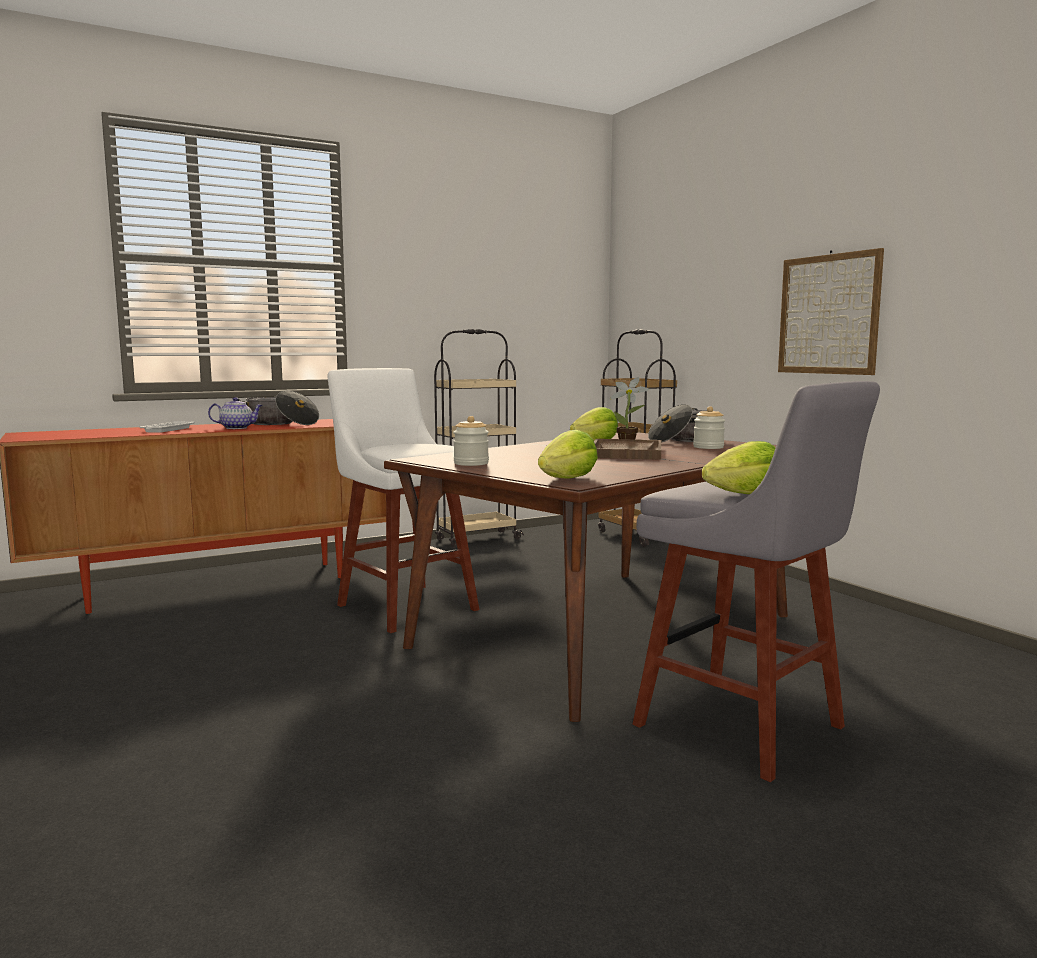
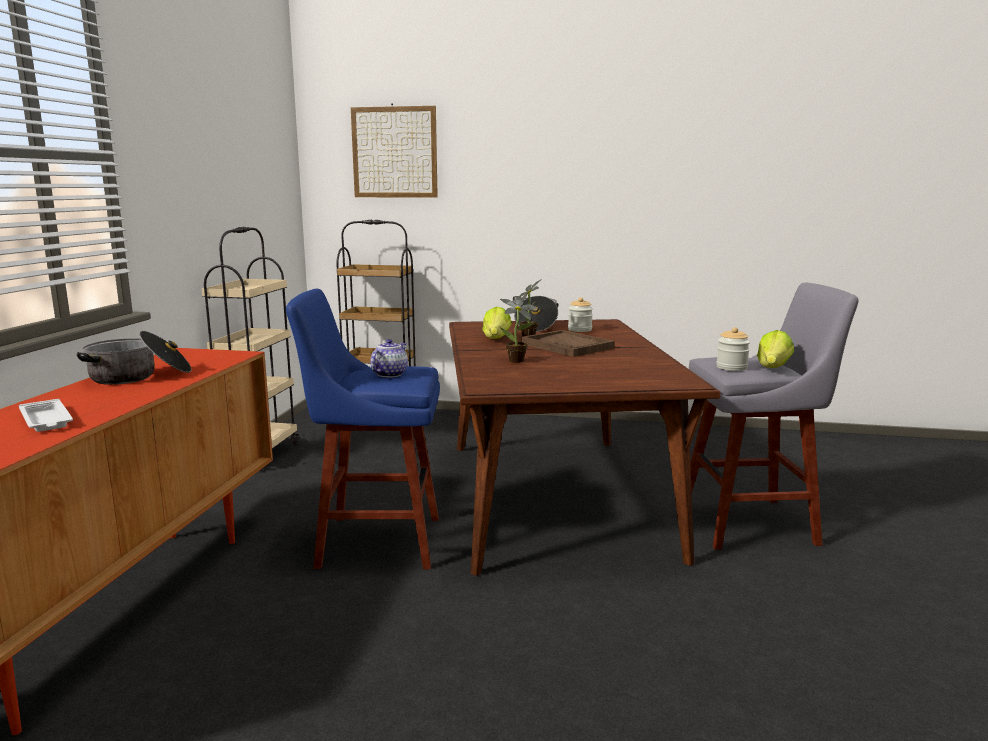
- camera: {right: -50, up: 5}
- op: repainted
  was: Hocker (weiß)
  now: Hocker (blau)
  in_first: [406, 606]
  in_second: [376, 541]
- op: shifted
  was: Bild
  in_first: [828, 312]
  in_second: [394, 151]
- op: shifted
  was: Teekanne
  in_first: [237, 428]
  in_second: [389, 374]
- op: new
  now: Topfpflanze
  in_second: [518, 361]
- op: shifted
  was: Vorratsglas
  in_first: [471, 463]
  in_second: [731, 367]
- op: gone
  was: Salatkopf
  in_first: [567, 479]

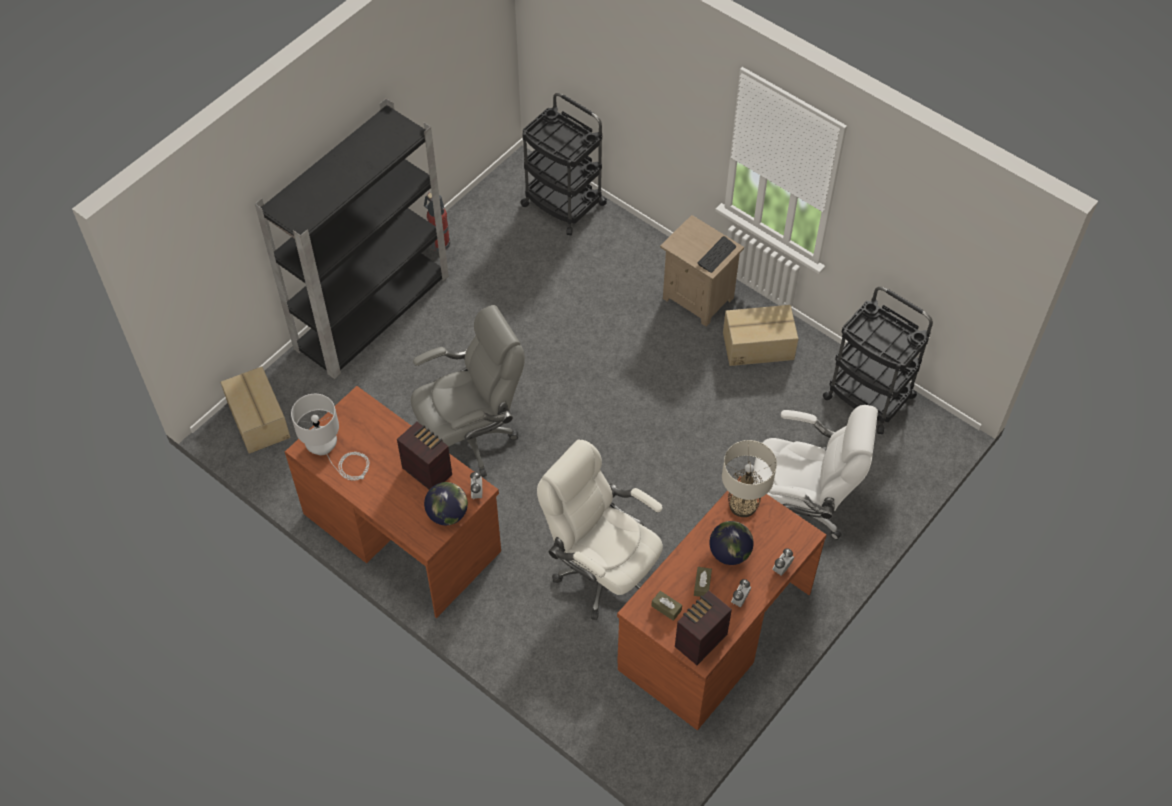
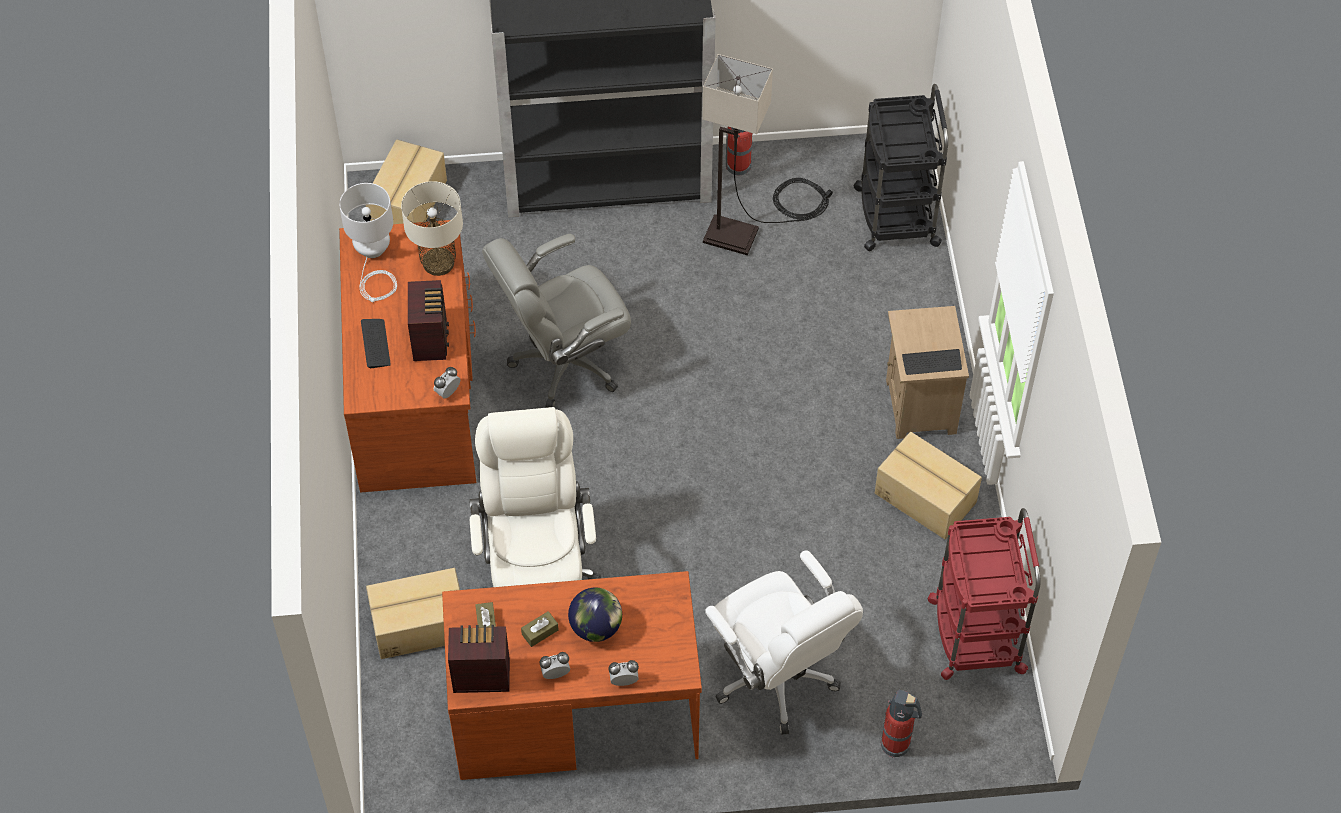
- camera: {right: 45, up: 0}
- op: new
  now: Tastatur
  in_second: [375, 344]
- op: new
  now: Karton
  in_second: [419, 624]
- op: shifted
  was: Tischlampe
  in_first: [743, 505]
  in_second: [438, 263]
- op: rotated
  was: Bürostuhl (grau)
  in_first: [471, 438]
  in_second: [564, 364]
  clockwise: 135
- op: new
  now: Stehlampe
  in_second: [769, 217]
- op: new
  now: Feuerlöscher
  in_second: [897, 744]
- op: repainted
  was: Rollwagen (schwarz)
  now: Rollwagen (rot)
  in_first: [868, 397]
  in_second: [975, 635]
- op: gone
  was: Globus
  in_first: [447, 514]

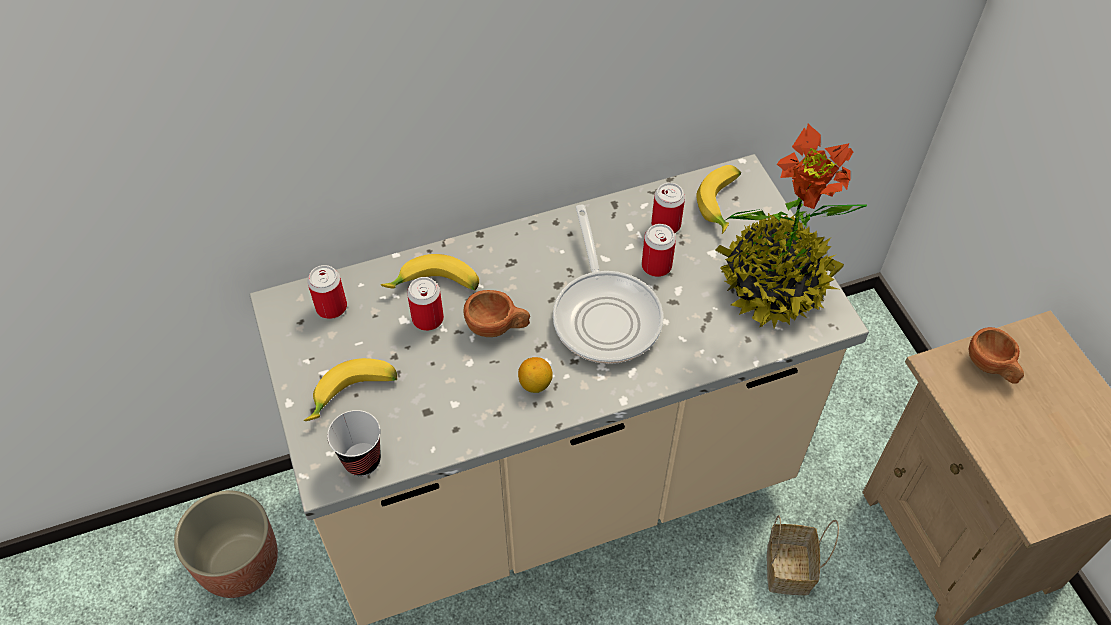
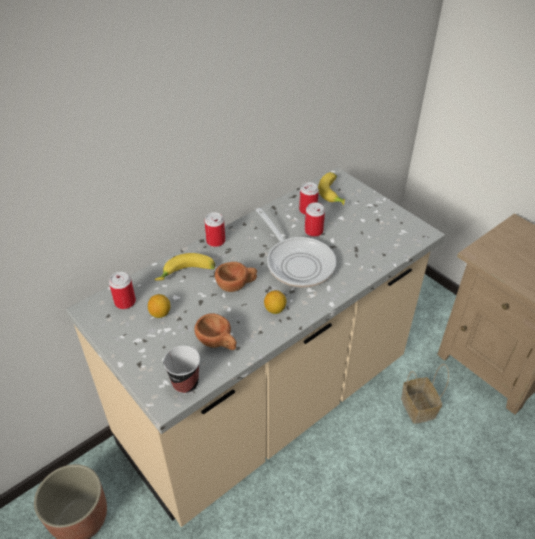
- camera: {right: -20, up: -10}
- op: new
  now: Zitrone
  in_second: [160, 313]
- op: shifted
  was: Tasse (braun)
  in_first: [991, 367]
  in_second: [217, 343]
- op: shifted
  was: Dose
  in_first: [428, 319]
  in_second: [215, 241]
- op: gone
  was: Banane
  in_first: [353, 396]
- op: gone
  was: Topfpflanze
  in_first: [773, 285]

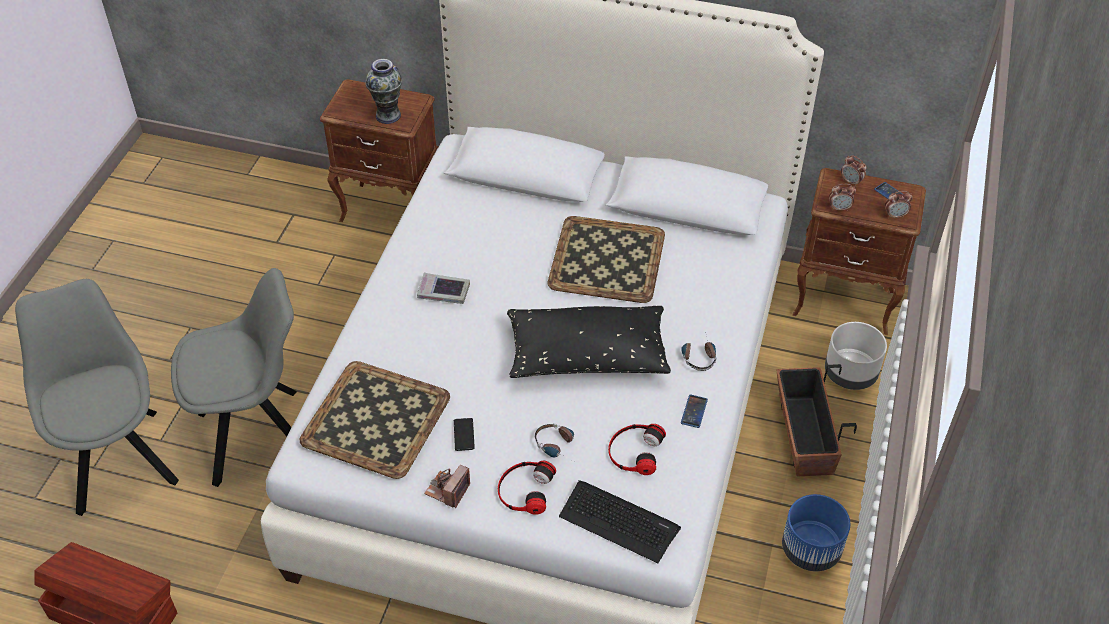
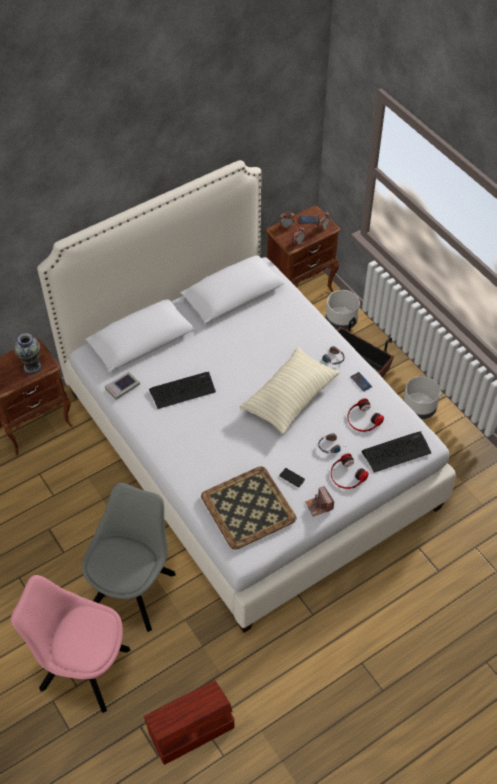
- camera: {right: -50, up: 5}
- op: repainted
  was: Stuhl (grau)
  now: Stuhl (rosa)
  in_first: [119, 460]
  in_second: [84, 669]
- op: shifted
  was: Buch
  in_first: [443, 292]
  in_second: [122, 387]
- op: new
  now: Tastatur
  in_second: [182, 390]
- op: repainted
  was: Kissen (schwarz)
  now: Kissen (beige)
  in_first: [587, 356]
  in_second: [289, 398]
- op: repainted
  was: Pflanzkübel (blau)
  now: Pflanzkübel (grau)
  in_first: [811, 550]
  in_second: [419, 408]
- op: gone
  was: Tablett
  in_first: [605, 260]

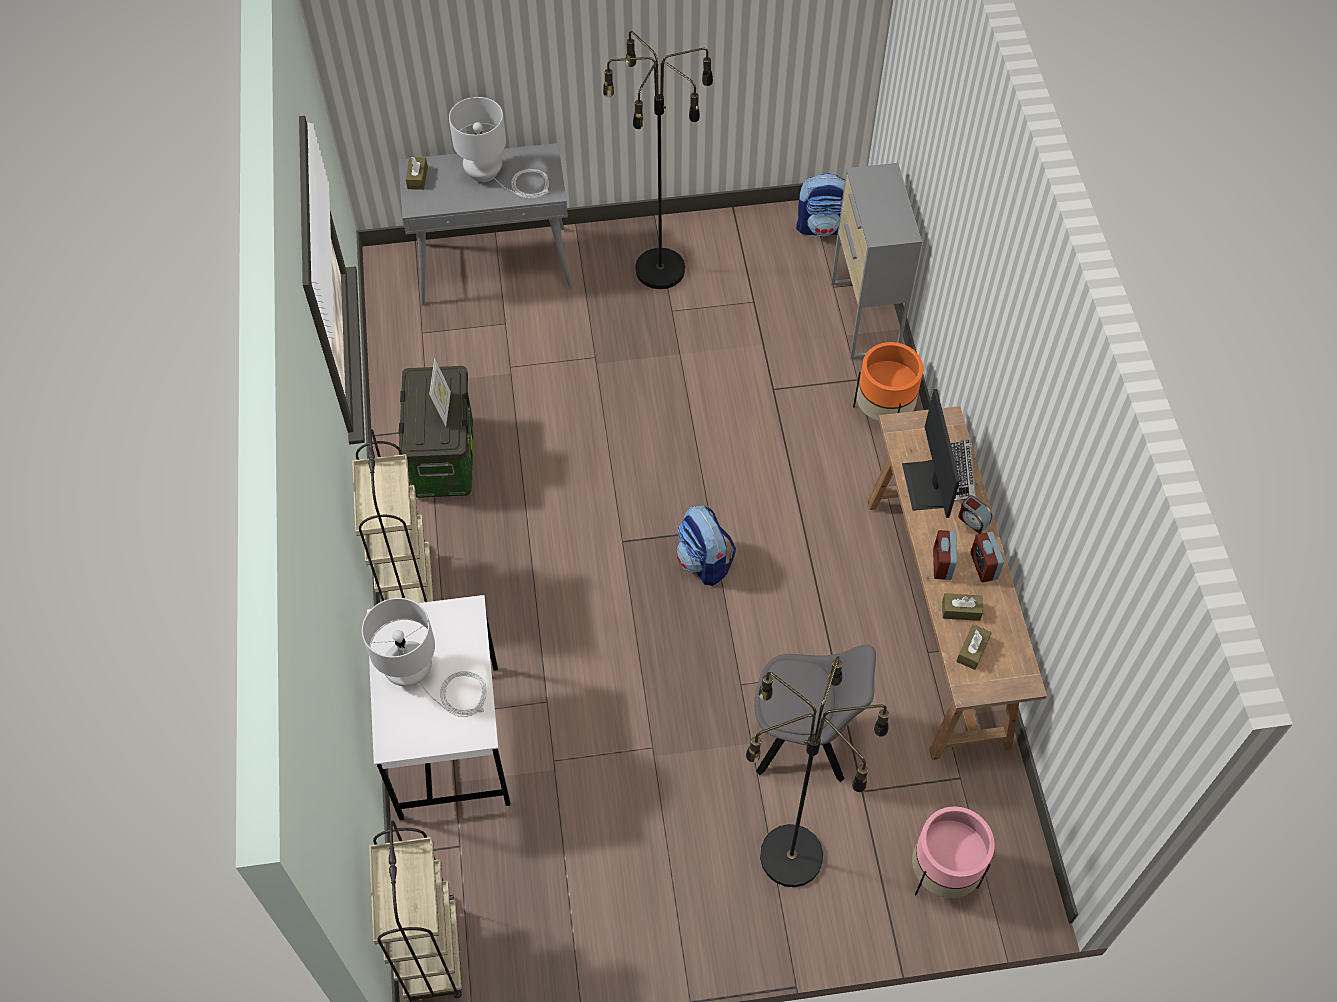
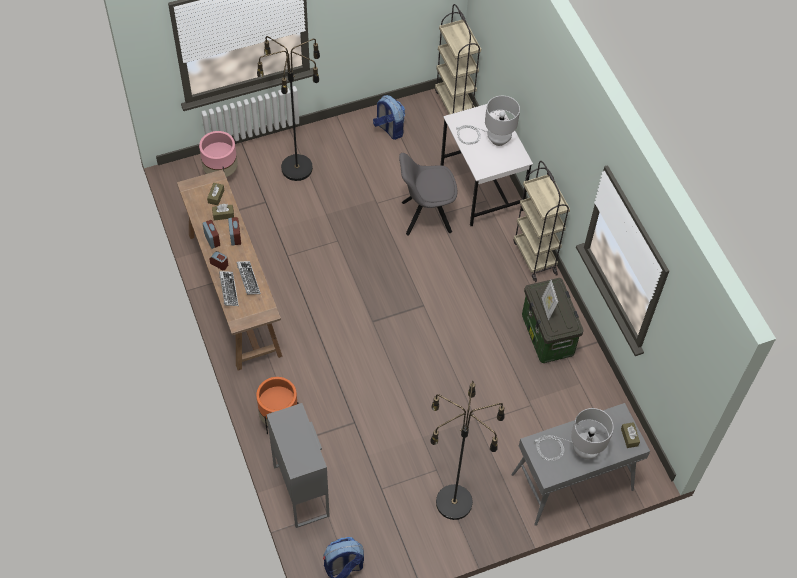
- camera: {right: 165, up: 0}
- op: swapped
  was: Monitor
  now: Tastatur
  in_first: [926, 485]
  in_second: [248, 279]
- op: shifted
  was: Rucksack
  in_first: [704, 562]
  in_second: [389, 129]
- op: shifted
  was: Stuhl (grau)
  in_first: [804, 740]
  in_second: [426, 216]

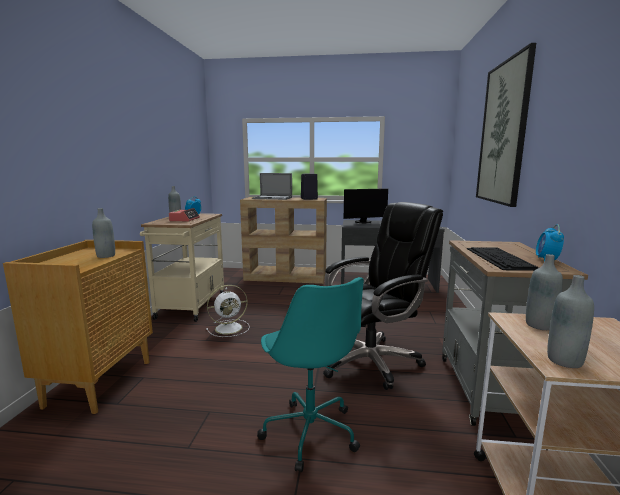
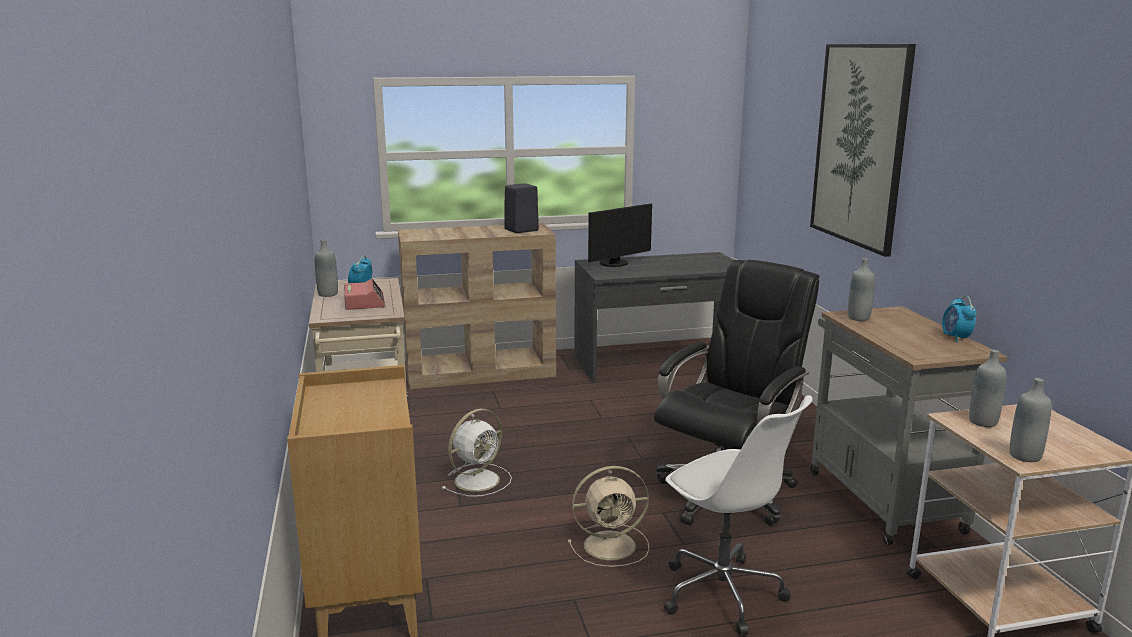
- camera: {right: -20, up: 5}
- op: new
  now: Ventilator (beige)
  in_second: [612, 545]
- op: repainted
  was: Bürostuhl (türkis)
  now: Bürostuhl (weiß)
  in_first: [311, 435]
  in_second: [725, 595]
- op: shifted
  was: Flasche (grau)
  in_first: [106, 256]
  in_second: [858, 318]
- op: gone
  was: Laptop
  in_first: [272, 198]
- op: gone
  was: Tastatur
  in_first: [501, 258]

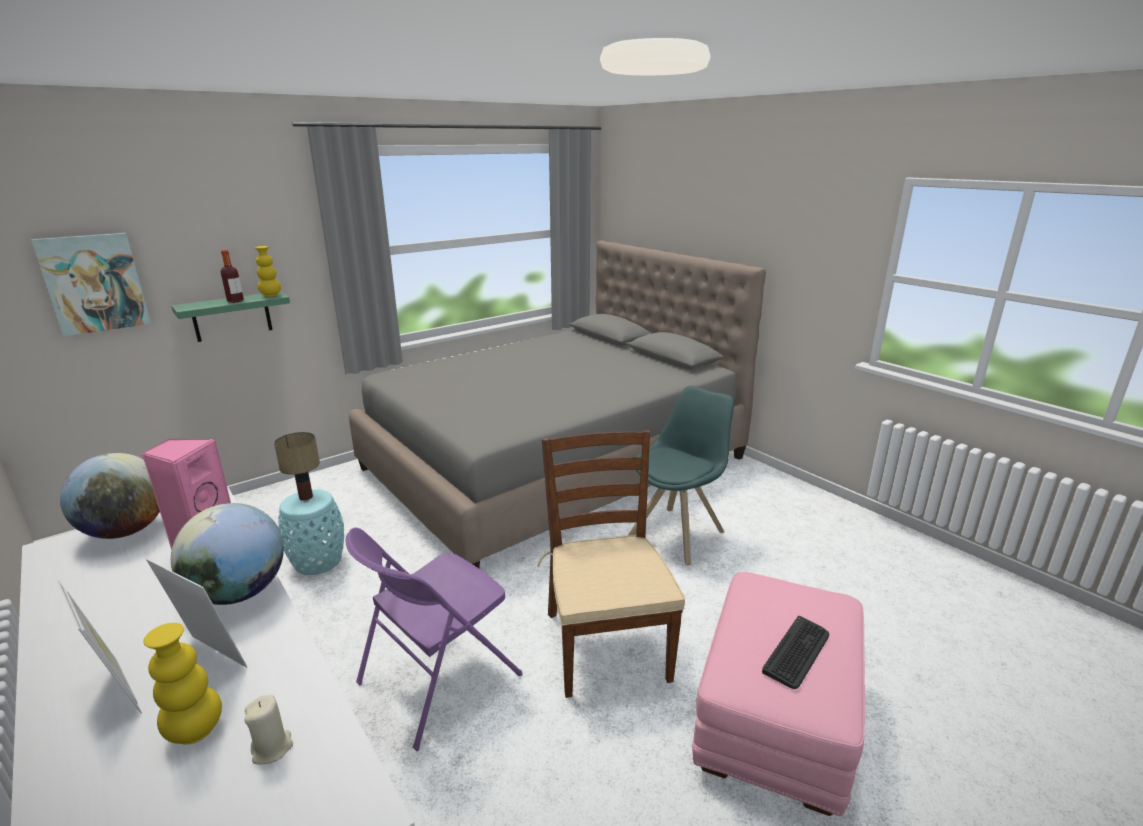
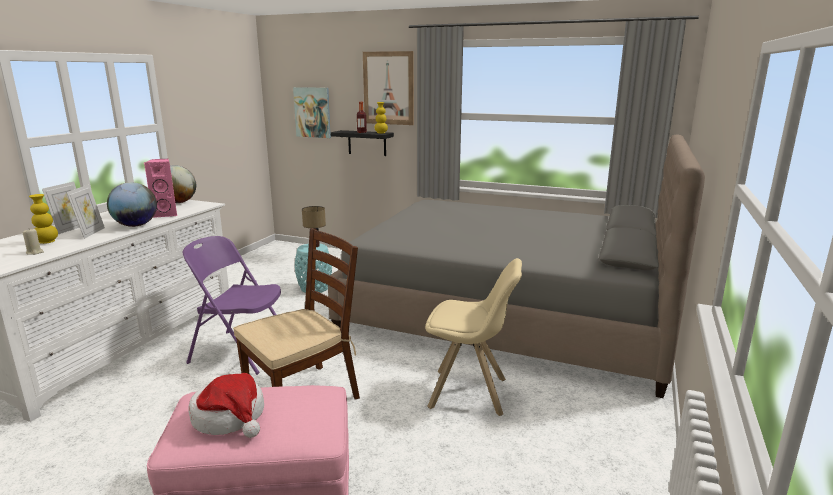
- camera: {right: 60, up: -5}
- op: swapped
  was: Tastatur
  now: Hut
  in_first: [797, 652]
  in_second: [230, 417]
- op: repainted
  was: Wandregal (grün)
  now: Wandregal (schwarz)
  in_first: [232, 316]
  in_second: [367, 143]
- op: new
  now: Bild
  in_second: [388, 88]
- op: repainted
  was: Stuhl (türkis)
  now: Stuhl (beige)
  in_first: [677, 534]
  in_second: [469, 393]

